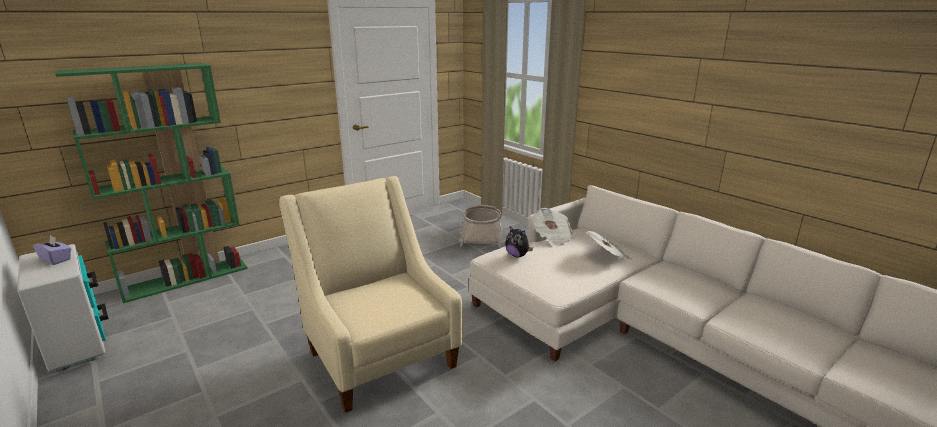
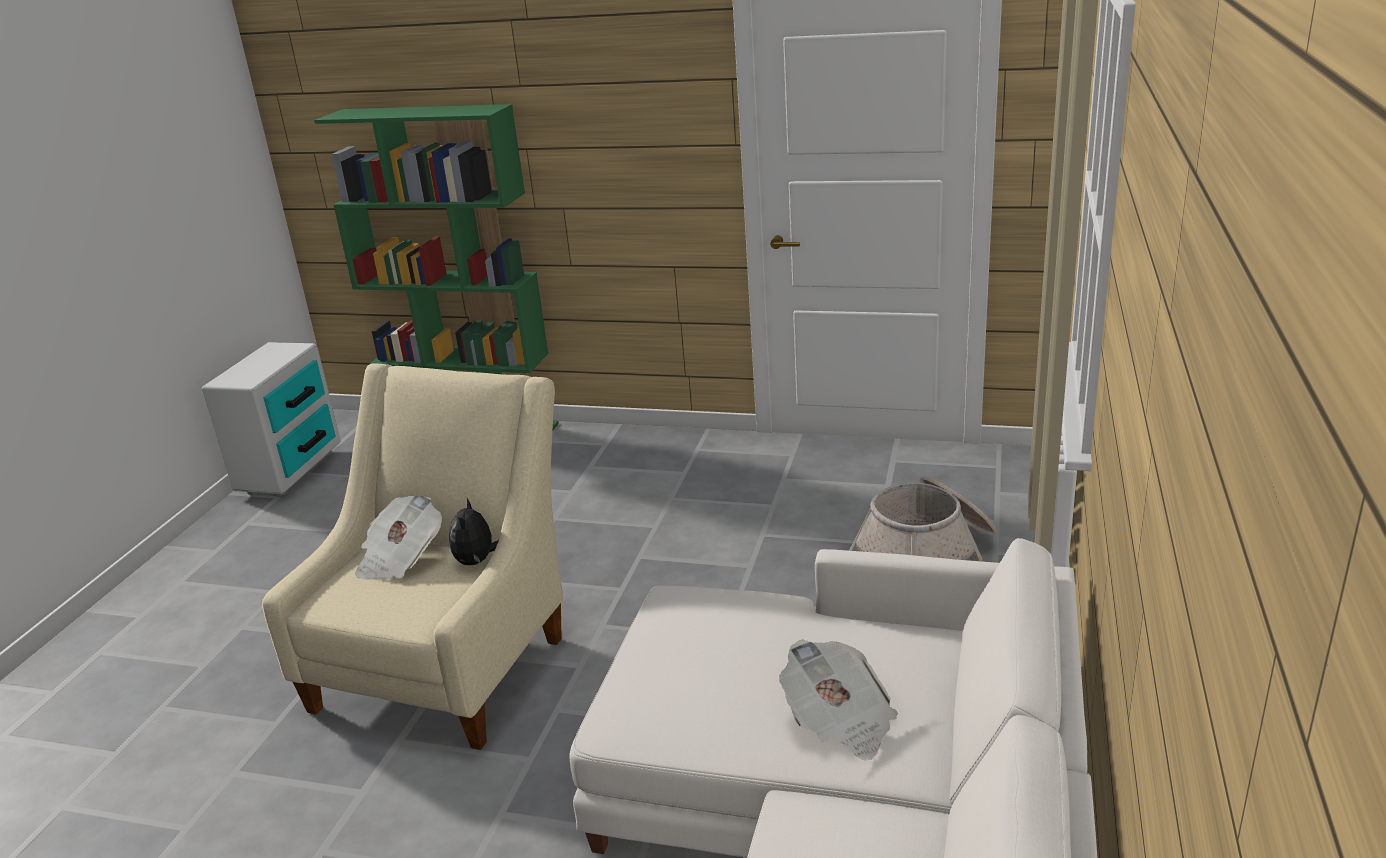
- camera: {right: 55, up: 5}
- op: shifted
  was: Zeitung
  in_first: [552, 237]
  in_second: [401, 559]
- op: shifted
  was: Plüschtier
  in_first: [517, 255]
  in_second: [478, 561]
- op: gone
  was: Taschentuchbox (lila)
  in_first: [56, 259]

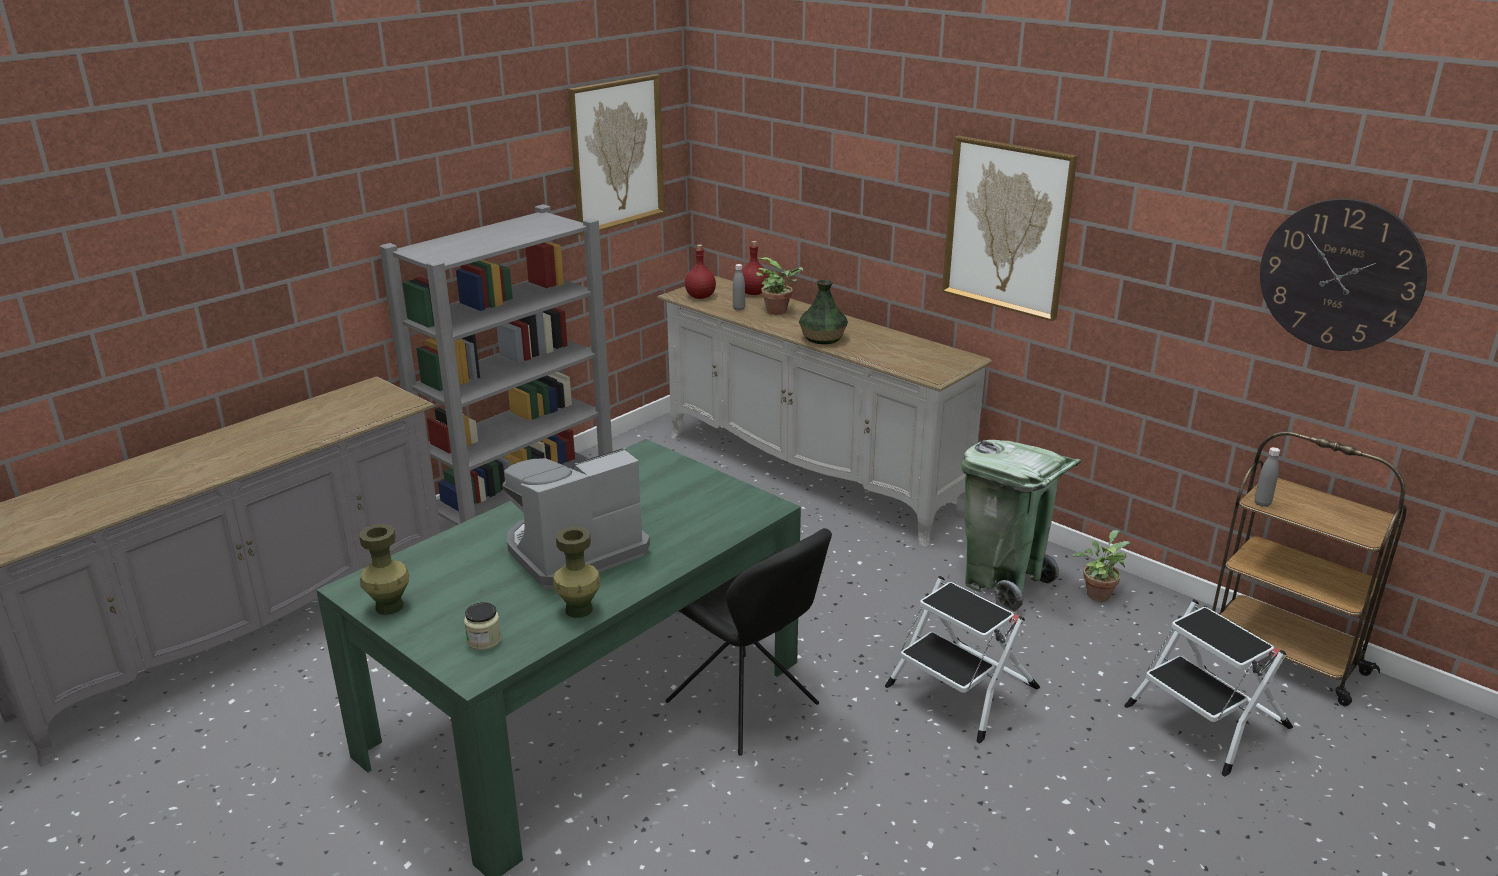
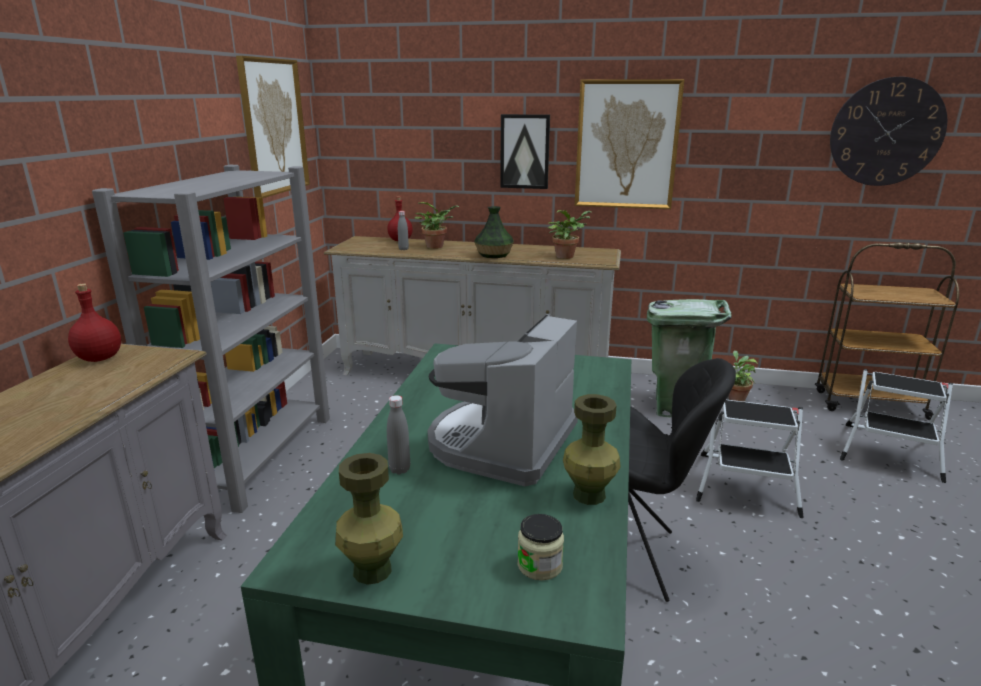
- camera: {right: -30, up: -5}
- op: shifted
  was: Flasche (rot)
  in_first: [700, 297]
  in_second: [99, 358]
- op: shifted
  was: Flasche (grau)
  in_first: [1262, 503]
  in_second: [399, 469]
- op: new
  now: Bild
  in_second: [525, 151]
- op: new
  now: Topfpflanze
  in_second: [566, 256]

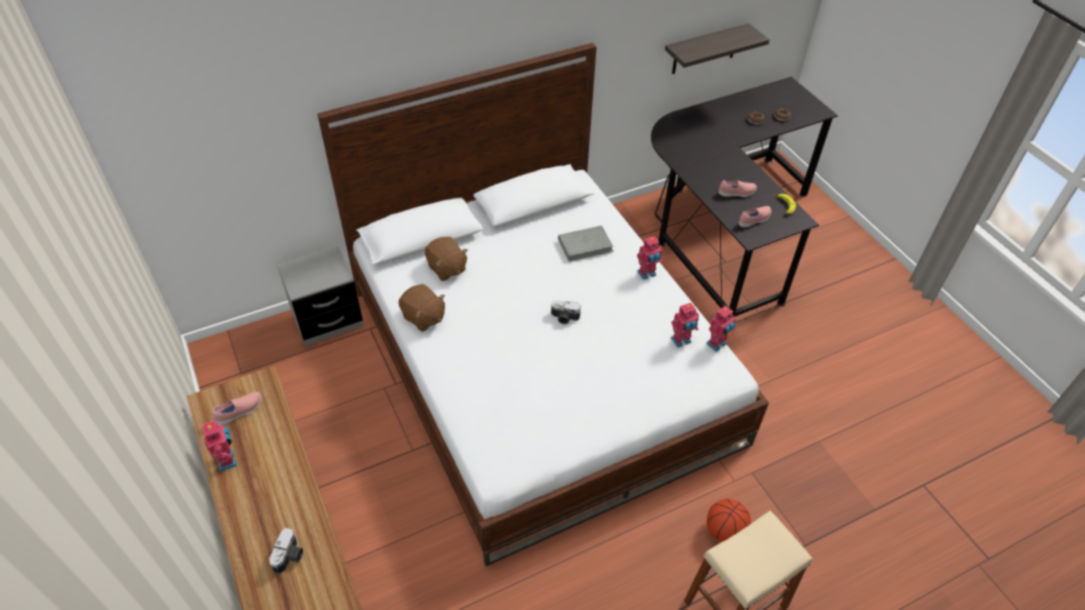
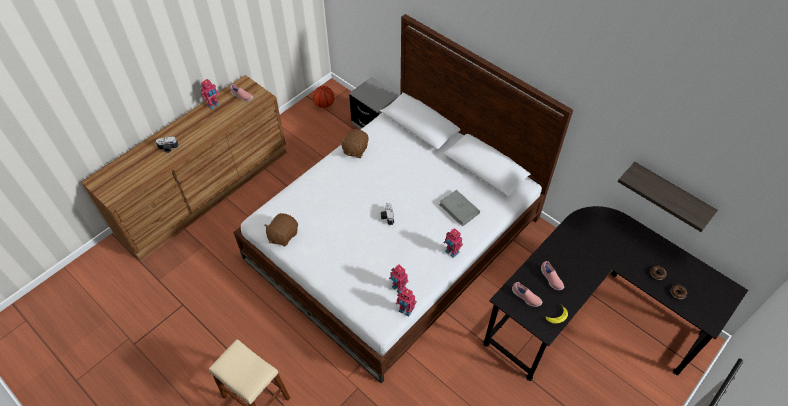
- camera: {right: 70, up: 5}
- op: shifted
  was: Plüschtier (braun)
  in_first: [446, 268]
  in_second: [283, 235]
- op: shifted
  was: Basketball
  in_first: [724, 531]
  in_second: [324, 104]

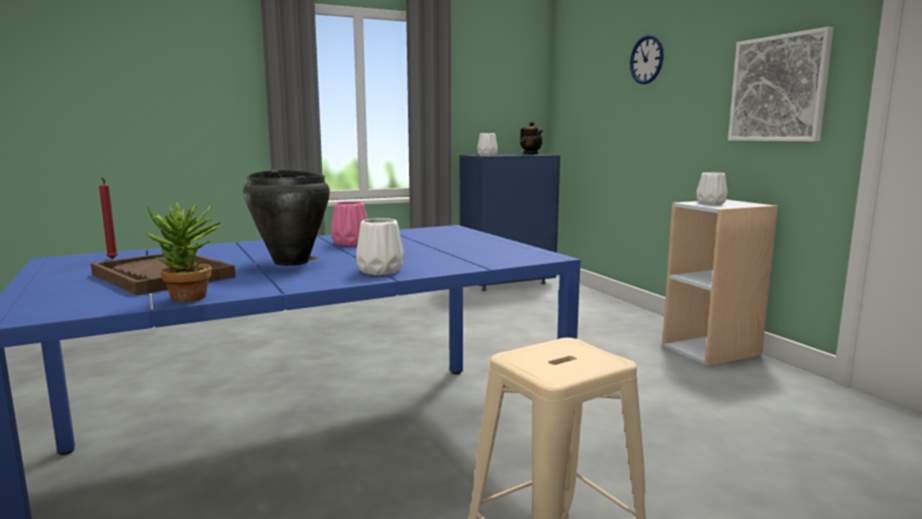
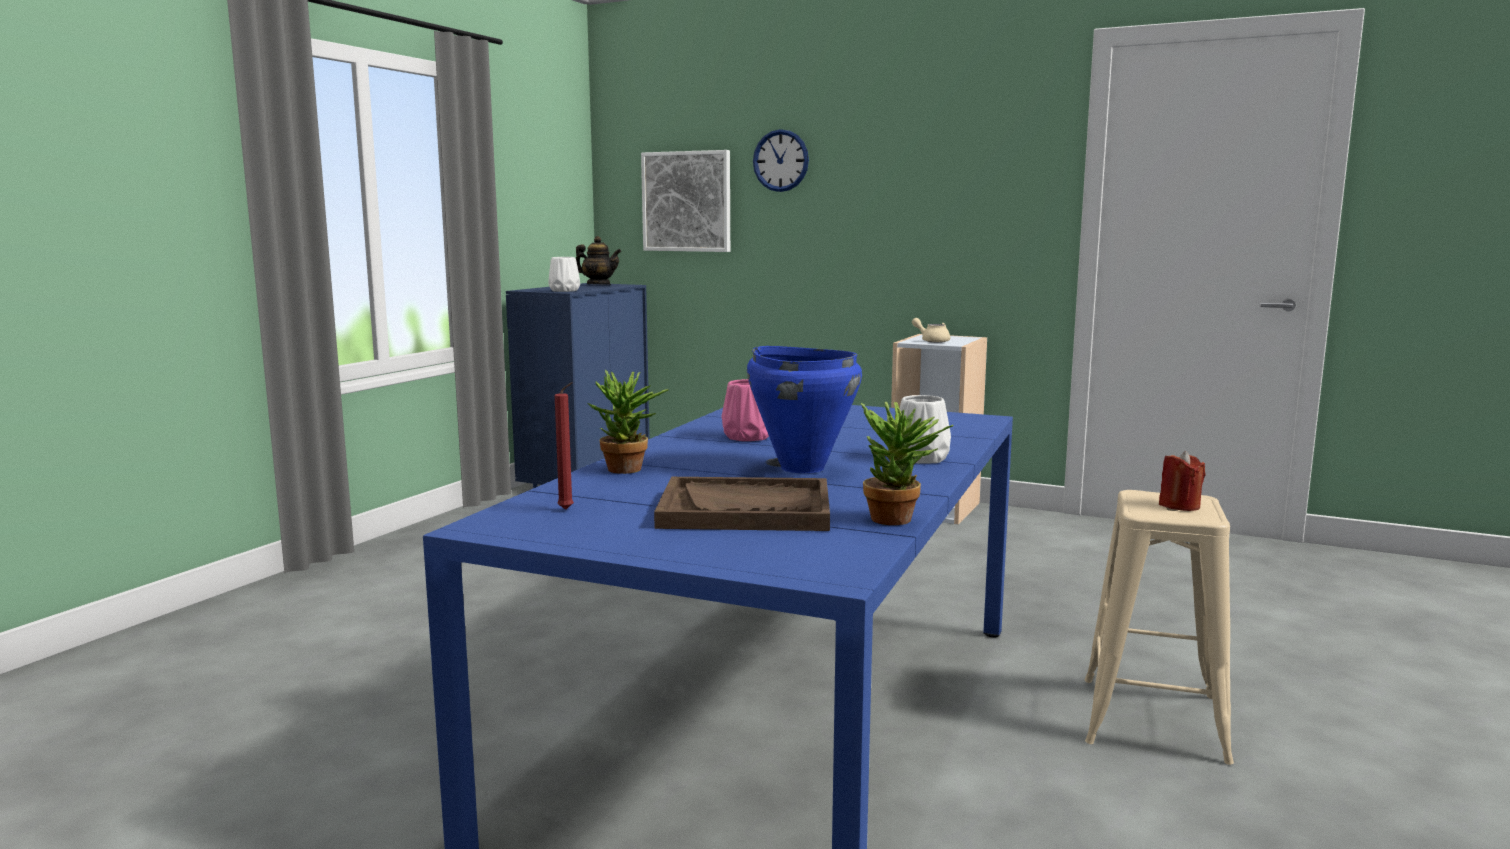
- camera: {right: -40, up: 0}
- op: new
  now: Topfpflanze
  in_second: [629, 471]
- op: shifted
  was: Bild
  in_first: [778, 89]
  in_second: [687, 201]
- op: repainted
  was: Kochtopf (schwarz)
  now: Kochtopf (blau)
  in_first: [291, 262]
  in_second: [802, 467]
- op: swapped
  was: Vase (weiß)
  now: Teekanne (beige)
  in_first: [710, 204]
  in_second: [932, 341]
- op: new
  now: Kerze (rot)
  in_second: [1179, 505]

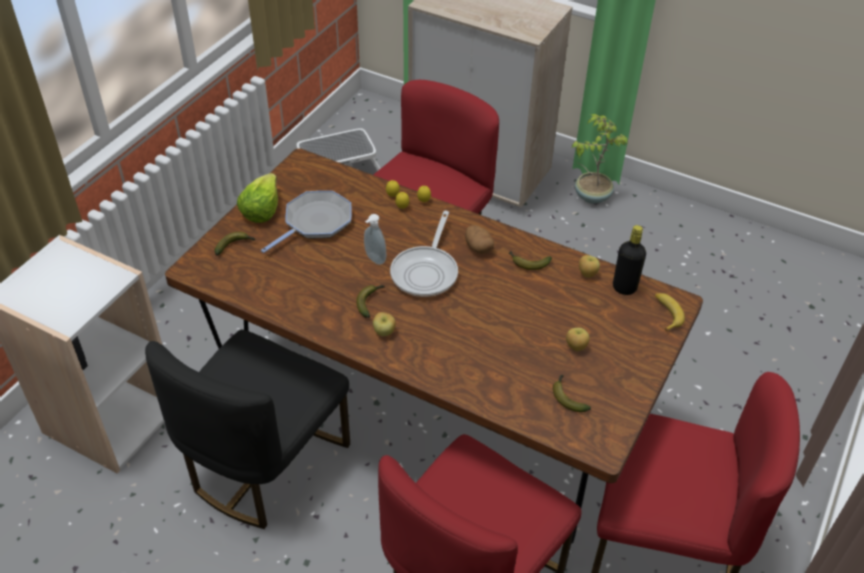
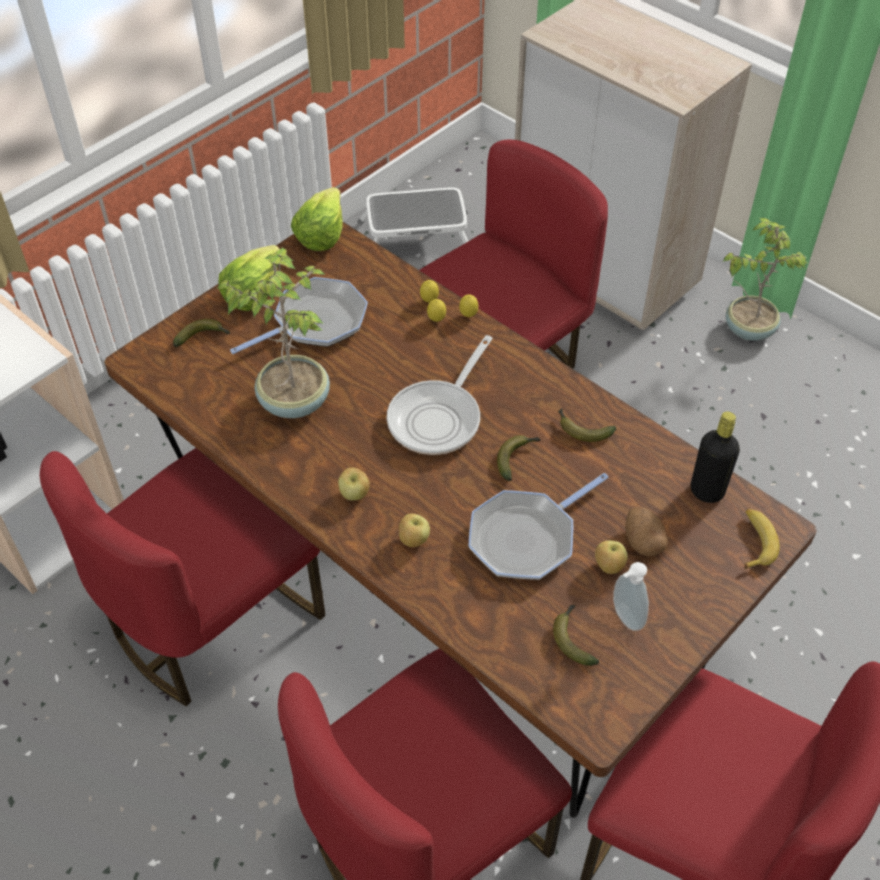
- camera: {right: 15, up: 5}
- op: repainted
  was: Stuhl (schwarz)
  now: Stuhl (rot)
  in_first: [264, 464]
  in_second: [211, 619]
- op: new
  now: Topfpflanze
  in_second: [294, 400]
- op: new
  now: Salatkopf
  in_second: [321, 234]
- op: shifted
  was: Apfel
  in_first: [587, 274]
  in_second: [413, 540]
- op: new
  now: Pfanne
  in_second: [526, 538]
- op: shifted
  was: Banane
  in_first: [370, 302]
  in_second: [516, 458]
- op: shifted
  was: Seifenspender
  in_first: [374, 259]
  in_second: [624, 618]
- op: shifted
  was: Kartoffel
  in_first: [478, 247]
  in_second: [643, 541]

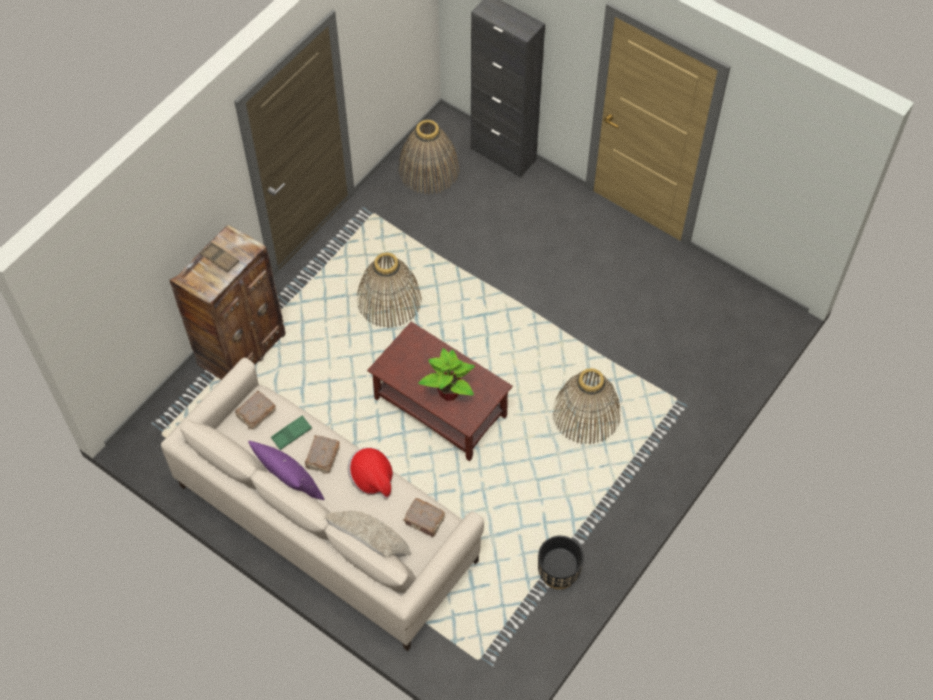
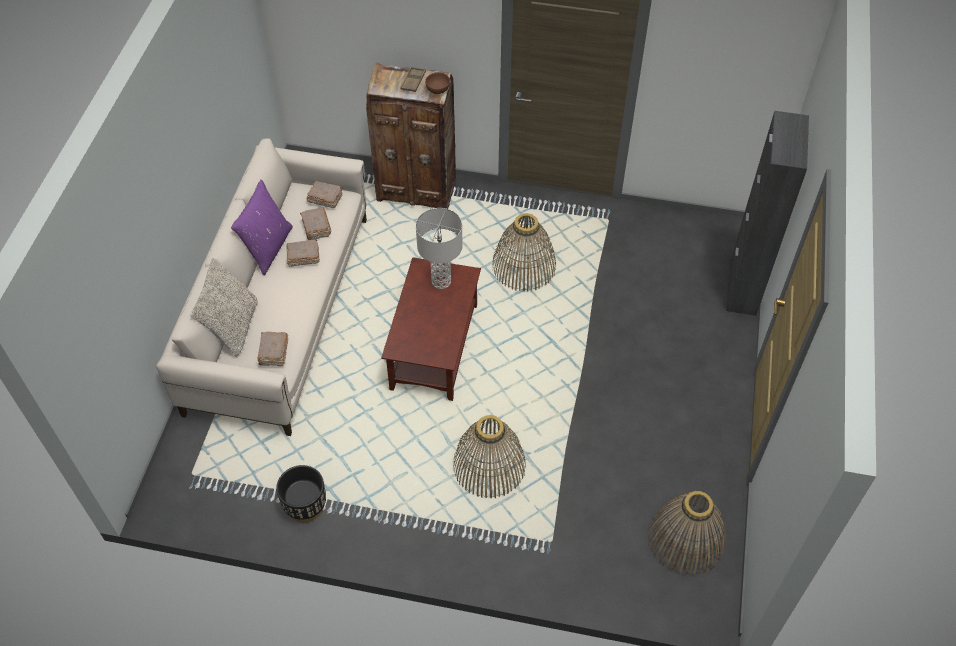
- camera: {right: 65, up: -5}
- op: swapped
  was: Tablett (grün)
  now: Buch (braun)
  in_first: [291, 434]
  in_second: [316, 228]
- op: new
  now: Tischlampe (weiß)
  in_second: [441, 281]
- op: new
  now: Schüssel (braun)
  in_second: [437, 90]
- op: shifted
  was: Korb
  in_first: [429, 170]
  in_second: [685, 540]
- op: gone
  was: Hut
  in_first: [372, 478]
- op: gone
  was: Topfpflanze
  in_first: [449, 392]

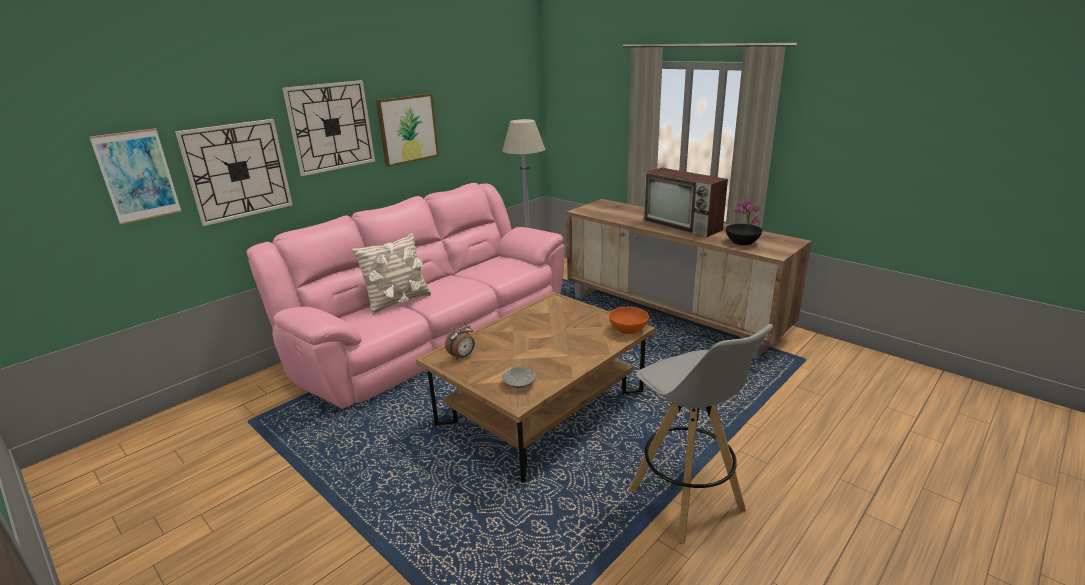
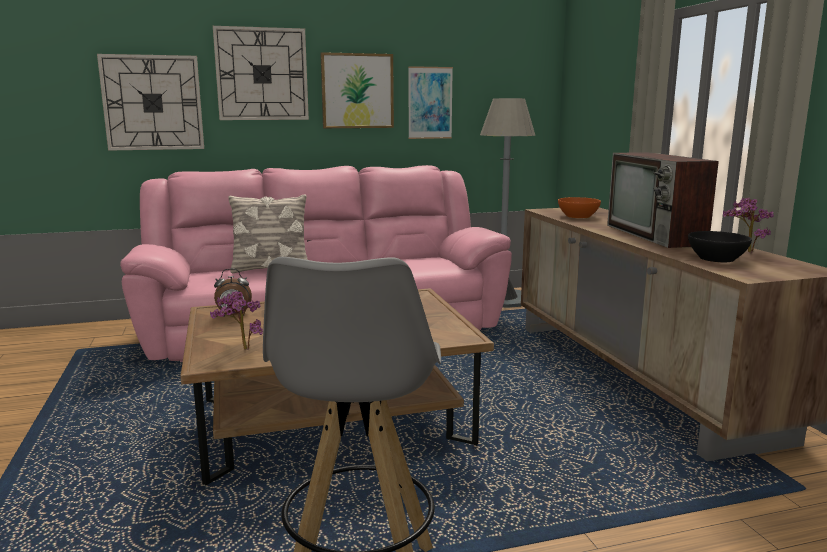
- camera: {right: 30, up: -10}
- op: swapped
  was: Schüssel (grau)
  now: Topfpflanze
  in_first: [519, 383]
  in_second: [241, 349]
- op: shifted
  was: Bild
  in_first: [137, 176]
  in_second: [430, 103]
- op: shifted
  was: Schüssel (orange)
  in_first: [628, 329]
  in_second: [578, 216]

